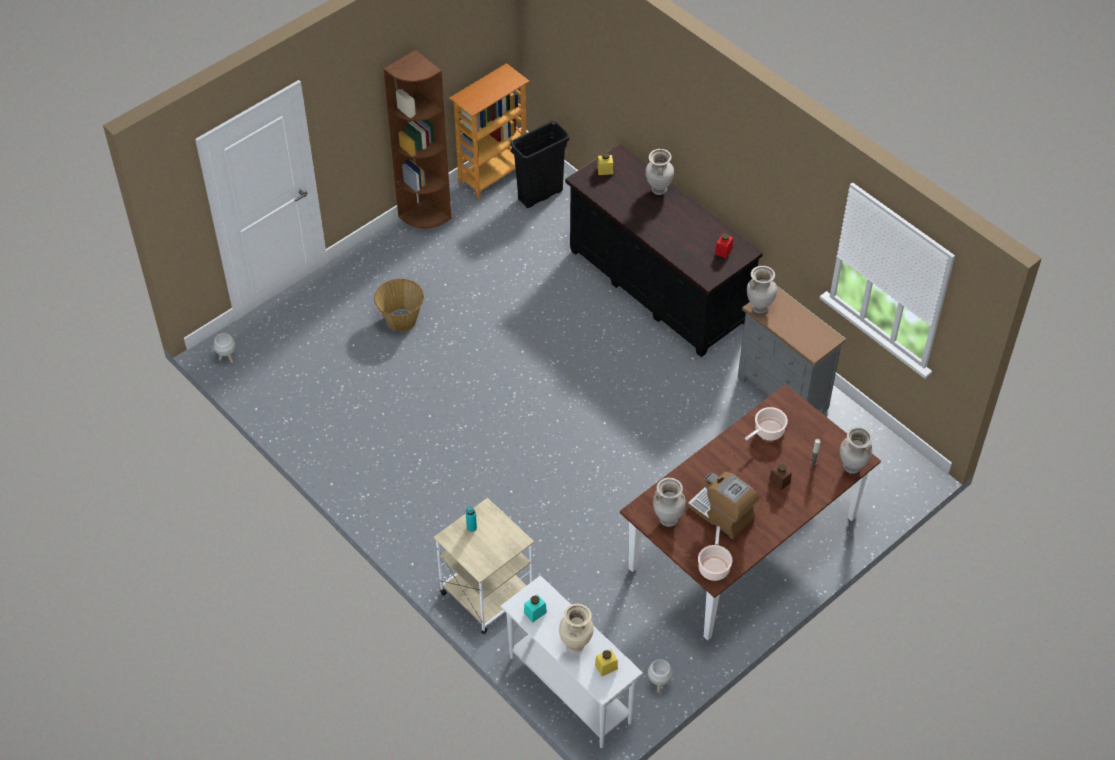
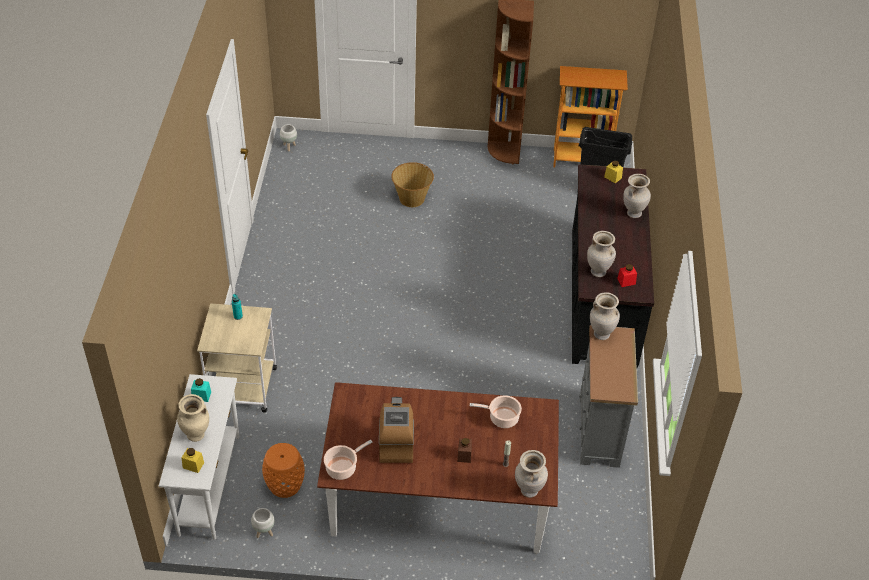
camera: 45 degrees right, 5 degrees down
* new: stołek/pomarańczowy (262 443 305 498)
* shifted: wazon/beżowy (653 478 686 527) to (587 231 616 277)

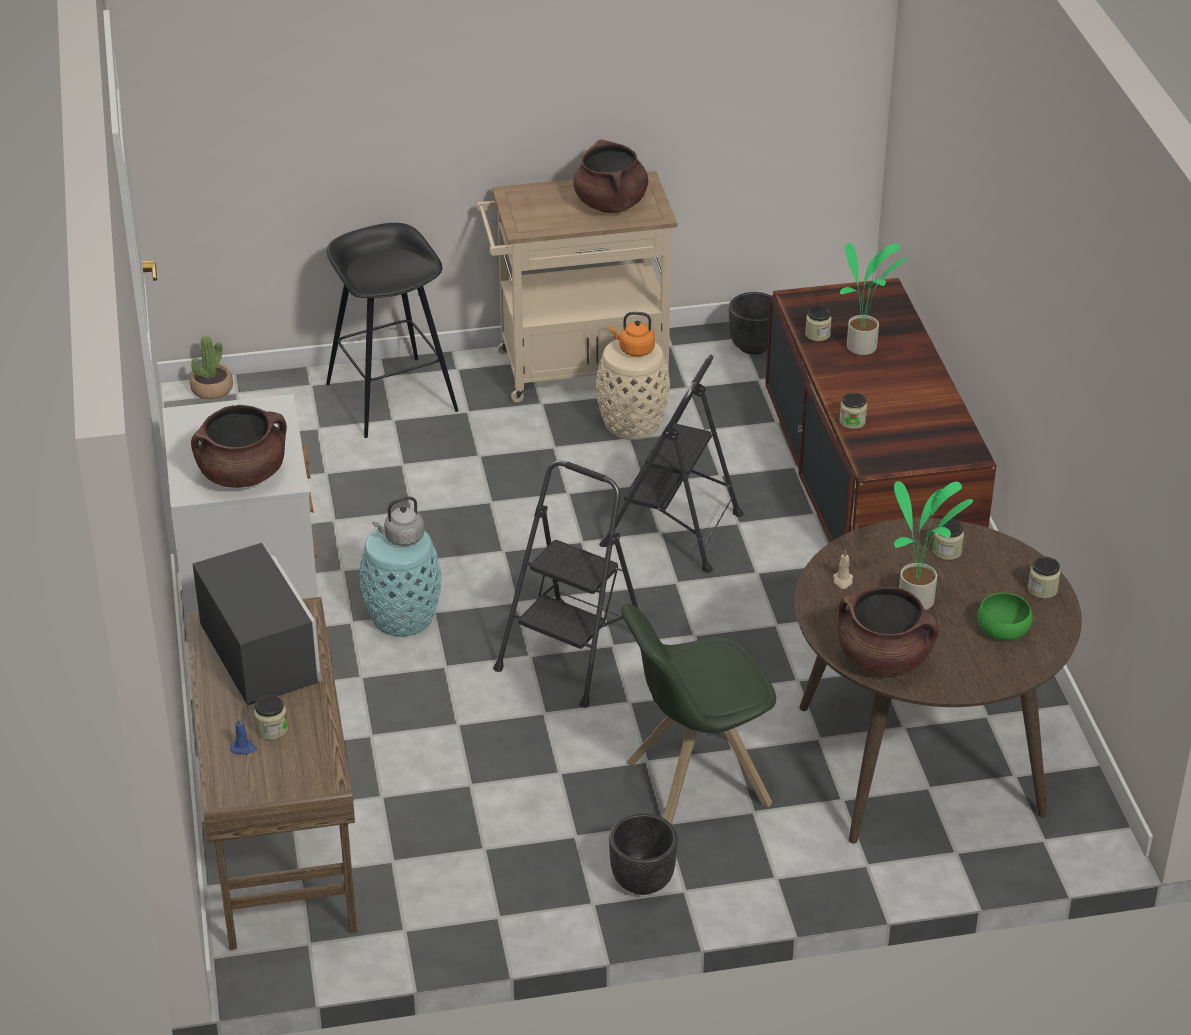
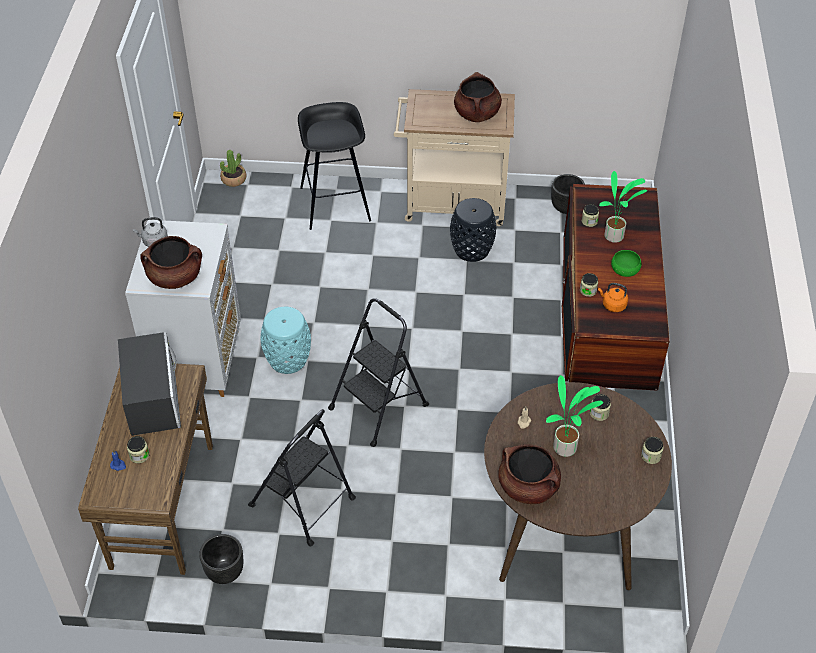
camera: 15 degrees right, 10 degrees up
* shifted: czajnik/szary (373 496 424 546) to (133 217 168 247)
* shifted: donica/czarny (609 813 678 895) to (199 534 243 584)
* shifted: drabinka/czarny (599 355 743 573) to (248 409 356 546)
* repainted: stołek/beżowy (596 339 670 440) to stołek/czarny (450 198 496 262)
* shifted: czajnik/pomarańczowy (610 312 655 357) to (598 283 628 312)
* shifted: miska/zielony (977 593 1033 640) to (611 250 641 277)
* gone: krzesło/zielony (621 603 776 824)

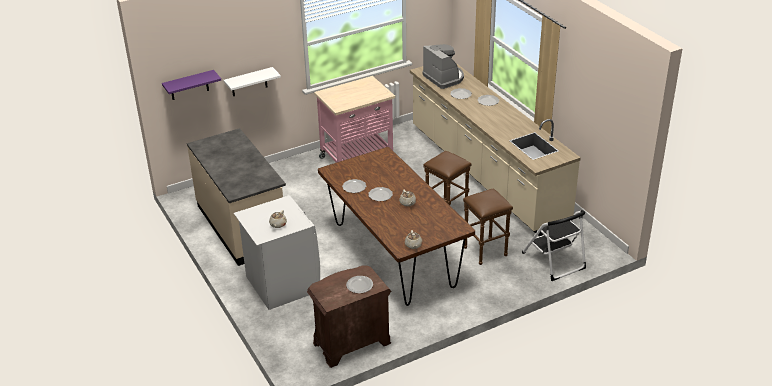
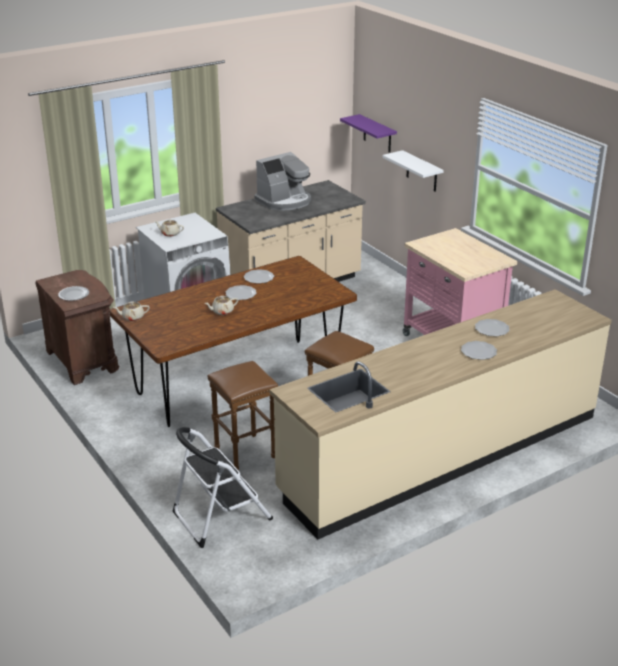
camera: 85 degrees right, 5 degrees down
* shifted: ekspres do kawy (422 44 464 89) to (254 152 311 211)

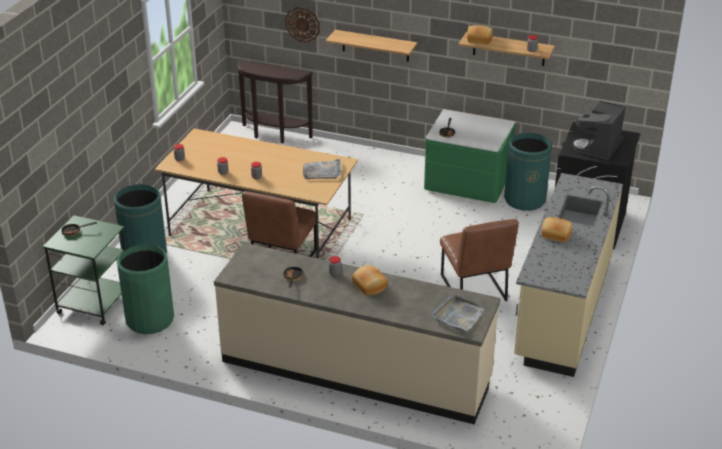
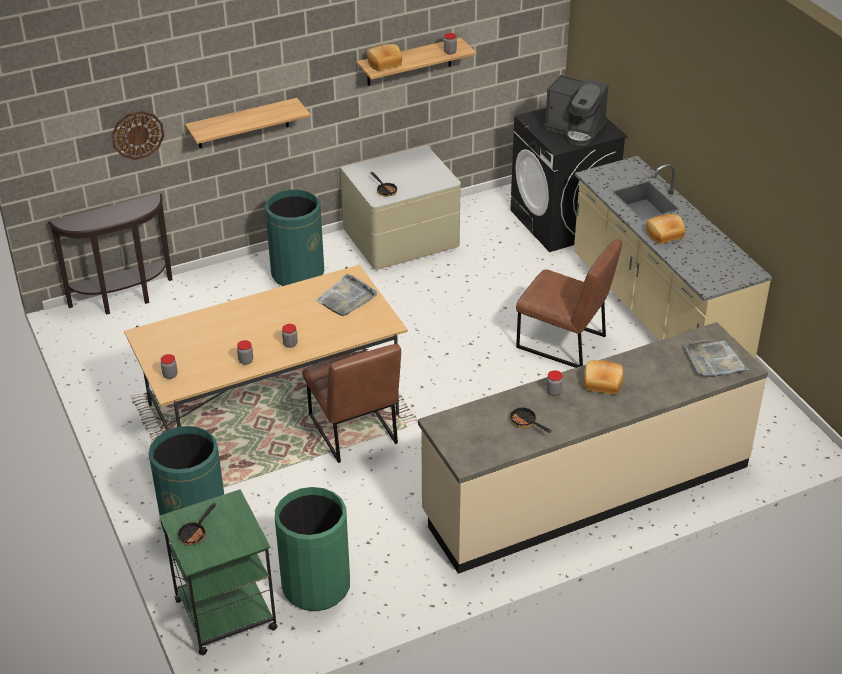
camera: 45 degrees left, 5 degrees up
* shifted: kosz na śmieci/zielony (504 133 552 211) to (265 190 324 286)
* repainted: szafka nocna/zielony (424 109 516 203) to szafka nocna/beżowy (340 145 461 270)
* rotated: ekspres do kawy (572 101 625 160) = (543 75 609 146) 45 degrees counterclockwise

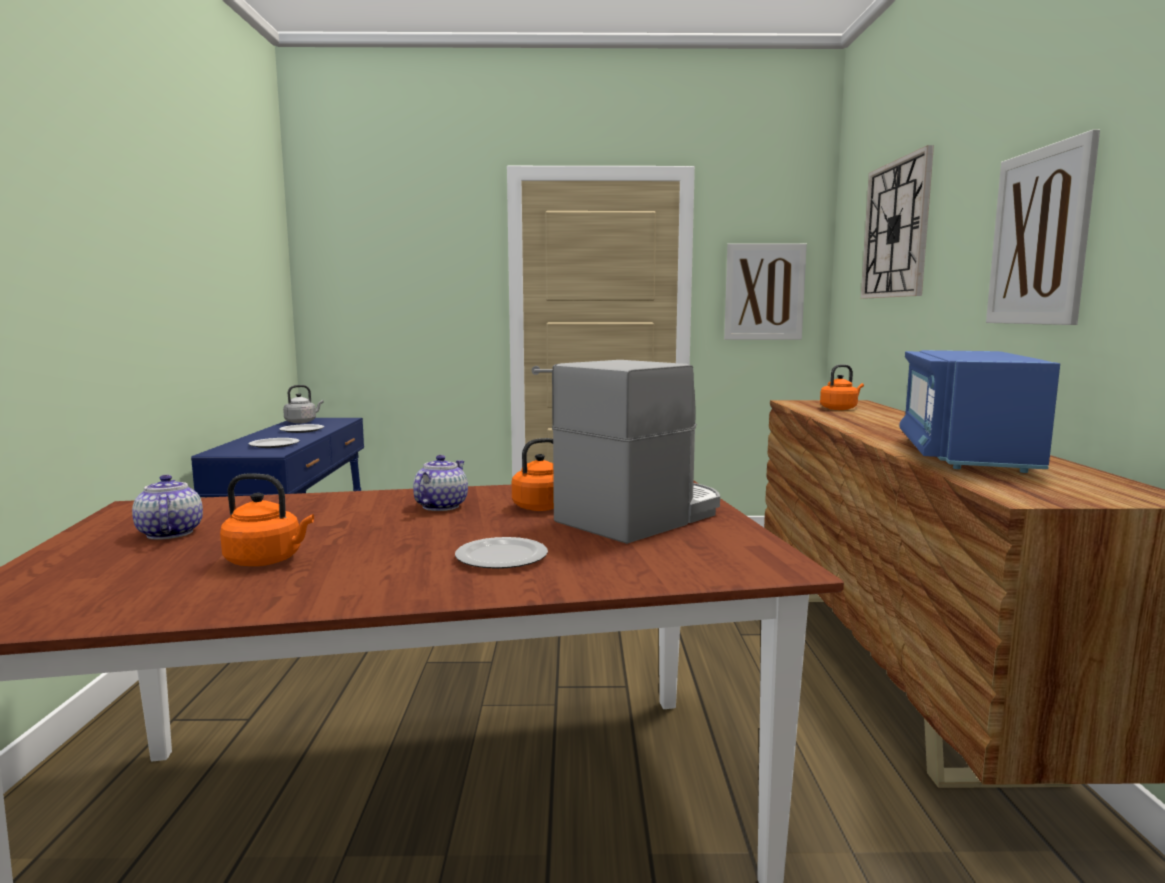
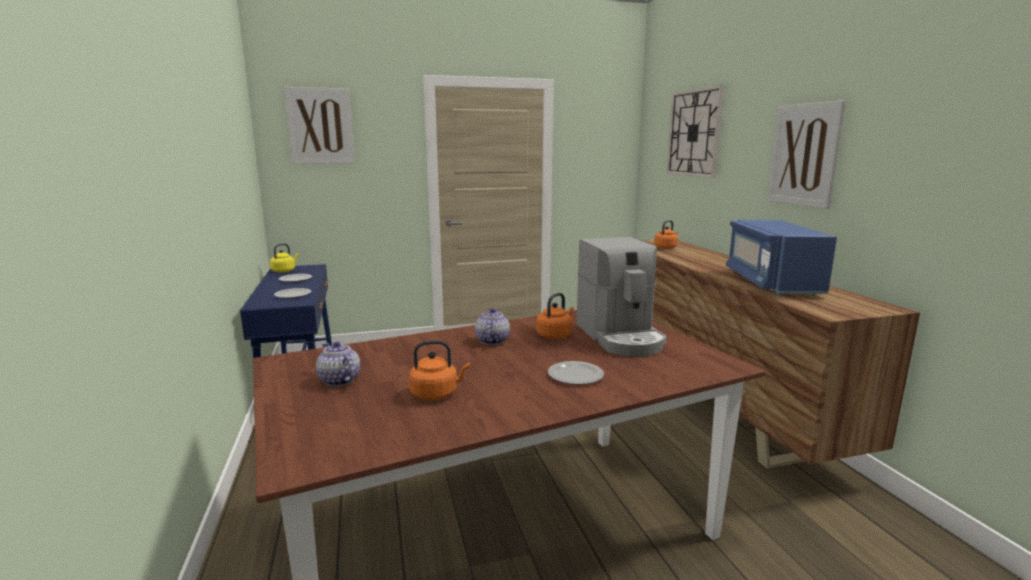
camera: 15 degrees left, 5 degrees up
* repainted: czajnik/szary (283 385 324 423) to czajnik/żółty (270 243 299 273)
* shifted: obraz (724 244 807 340) to (284 87 355 164)
* rotated: ekspres do kawy (552 360 720 544) = (577 237 666 357) 135 degrees clockwise

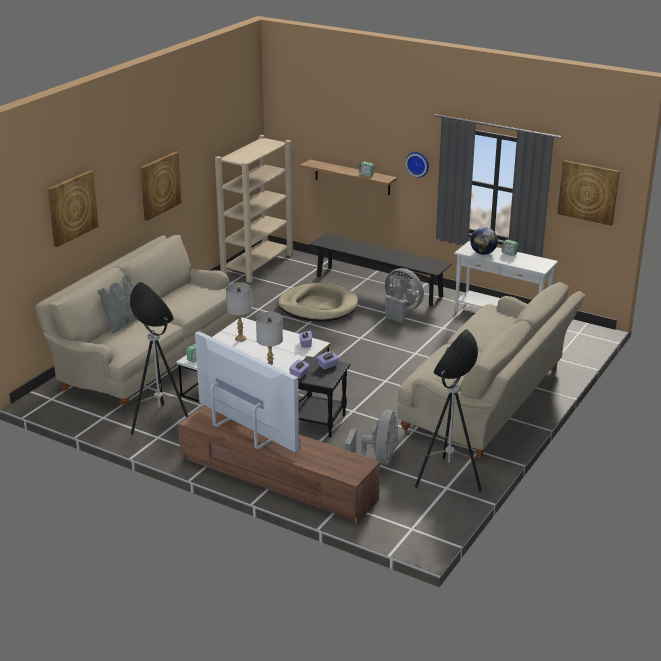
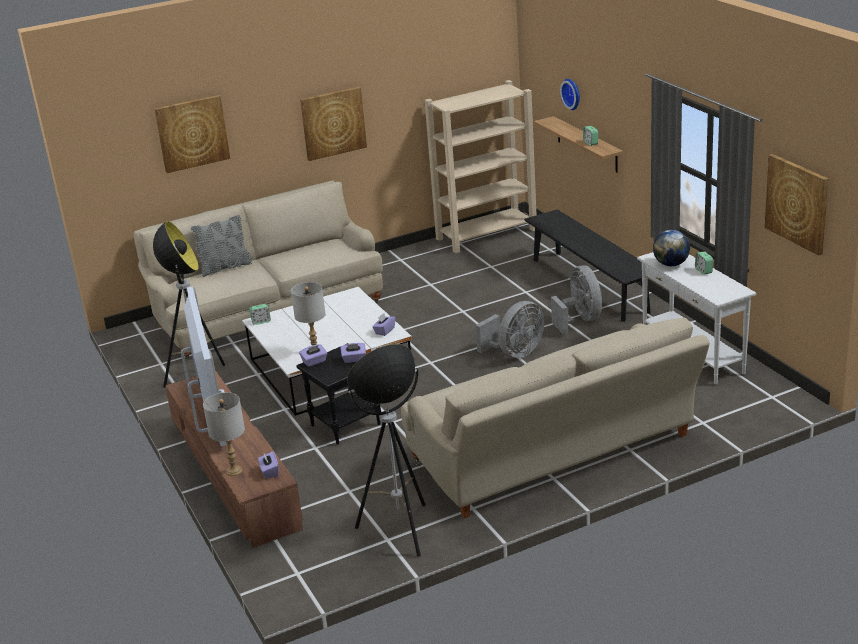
camera: 35 degrees right, 0 degrees up
* shifted: lampa stołowa/szary (226 283 252 342) to (203 392 245 476)
* new: pudełko chusteczek/fioletowy (258 451 279 479)
* shifted: wentylator/szary (345 410 398 465) to (475 301 544 358)
* shifted: zegar ścienny (405 152 429 177) to (560 79 580 110)
* gone: legowisko/beżowy (278 283 358 322)

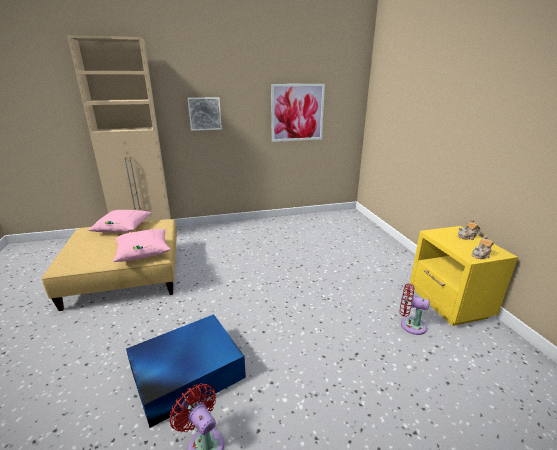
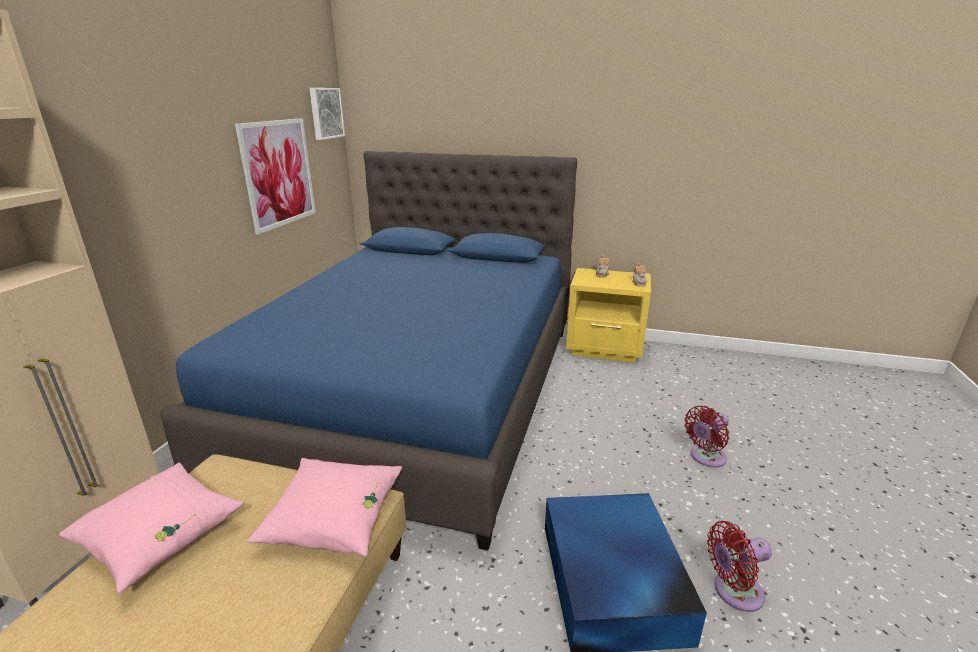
camera: 60 degrees left, 0 degrees up
* new: łóżko/niebieski (160 151 577 551)
* shifted: obraz (188 97 222 131) to (309 88 345 140)
* shifted: wentylator/czerwony (399 284 430 335) to (684 406 729 468)

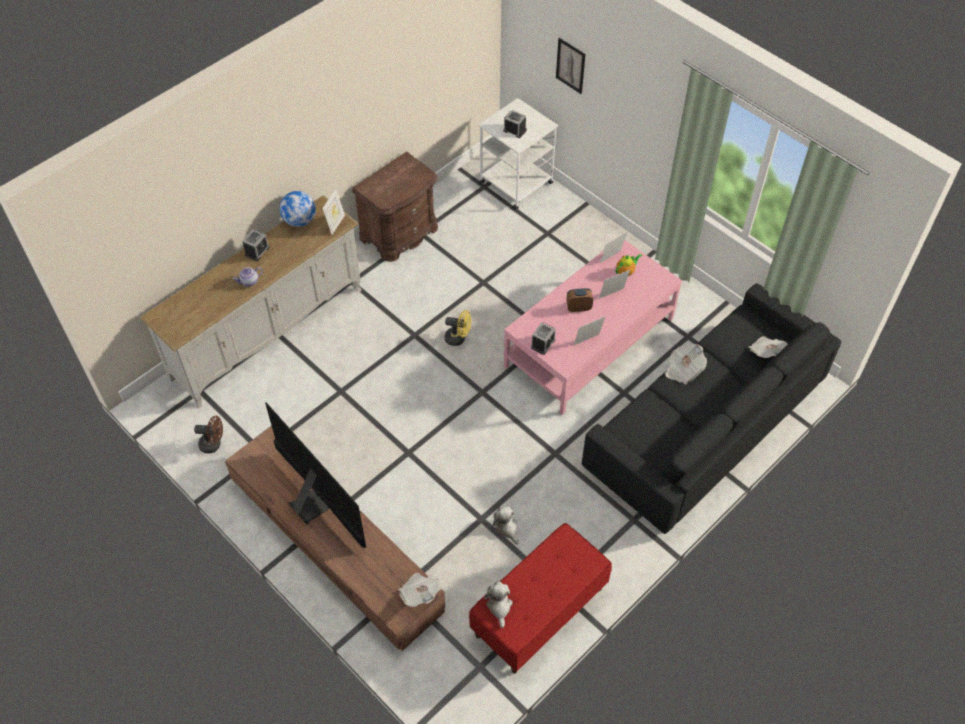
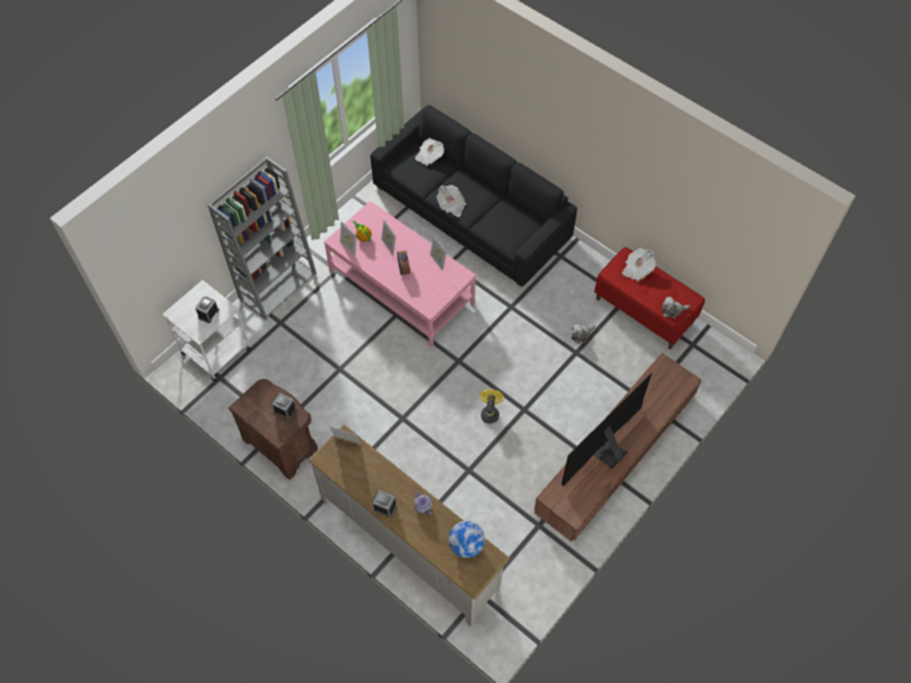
camera: 95 degrees left, 5 degrees up
* new: regał/szary (208 157 317 320)
* shifted: budzik (531 322 556 355) to (272 393 297 419)
* shifted: globus (279 191 316 227) to (449 521 485 558)
* shifted: wentylator/żółty (445 310 471 346) to (480 389 504 424)
* shifted: gazeta (399 573 441 607) to (622 248 656 281)
* gone: wentylator/brązowy (194 416 223 453)
* gone: obraz (556 38 585 94)

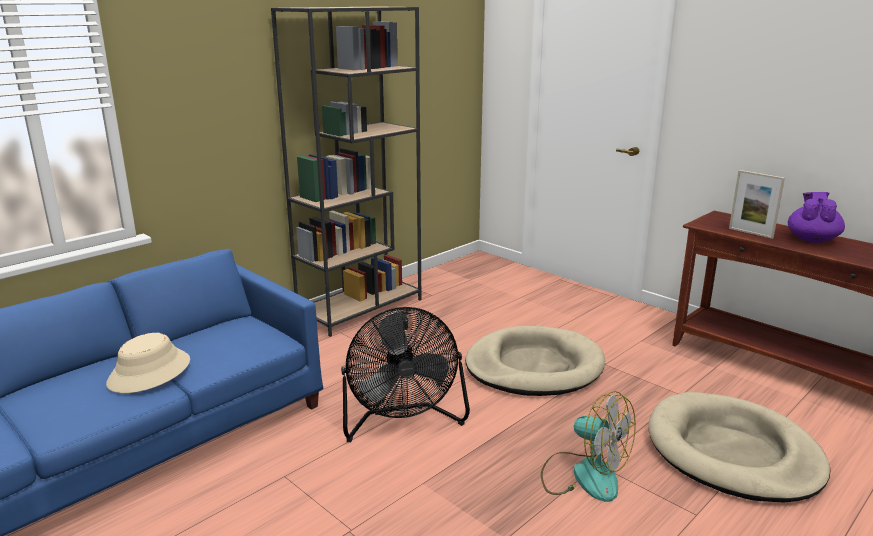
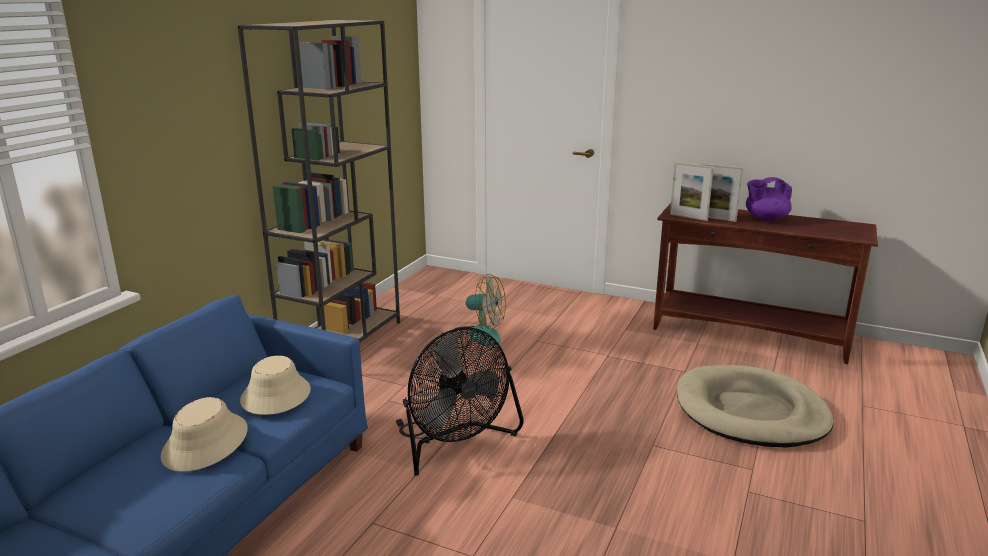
camera: 20 degrees left, 0 degrees up
* new: kapelusz/beżowy (240 356 311 415)
* shifted: wentylator (541 391 636 502) to (455 274 506 349)
* new: ramka na zdjęcie (670 162 714 221)
* rotated: imbryk/fioletowy (788 192 845 243) = (746 177 792 221) 105 degrees counterclockwise
* gone: legowisko/beżowy (465 326 605 396)

